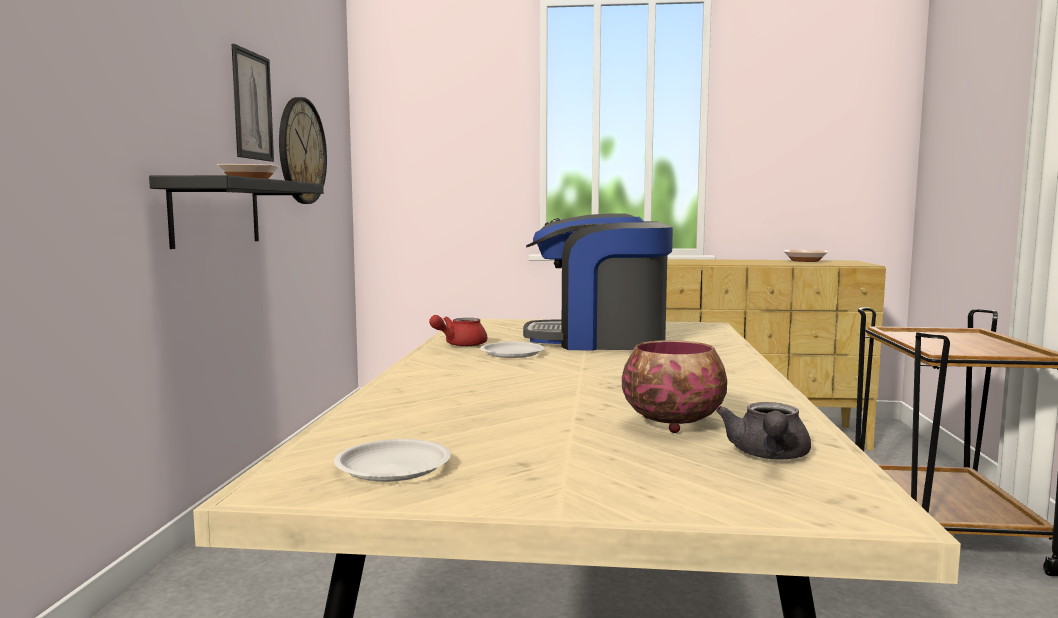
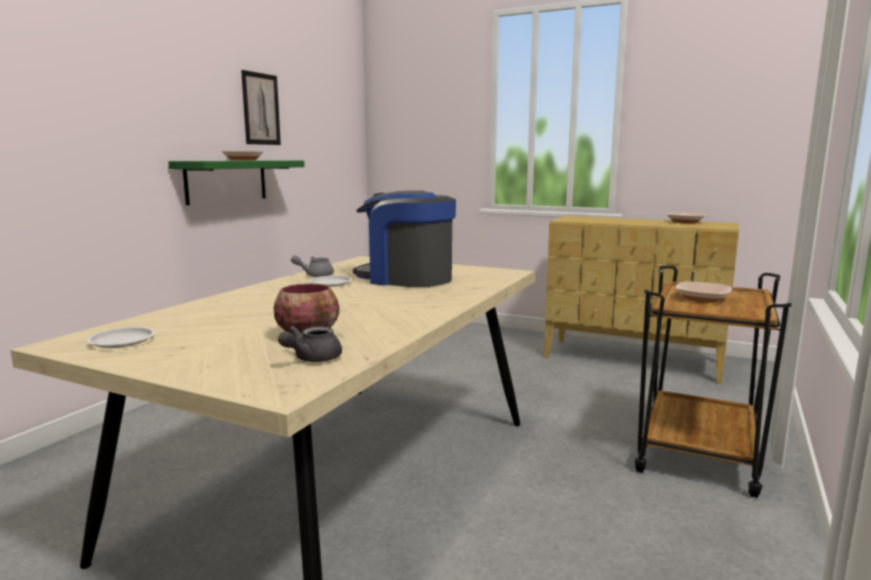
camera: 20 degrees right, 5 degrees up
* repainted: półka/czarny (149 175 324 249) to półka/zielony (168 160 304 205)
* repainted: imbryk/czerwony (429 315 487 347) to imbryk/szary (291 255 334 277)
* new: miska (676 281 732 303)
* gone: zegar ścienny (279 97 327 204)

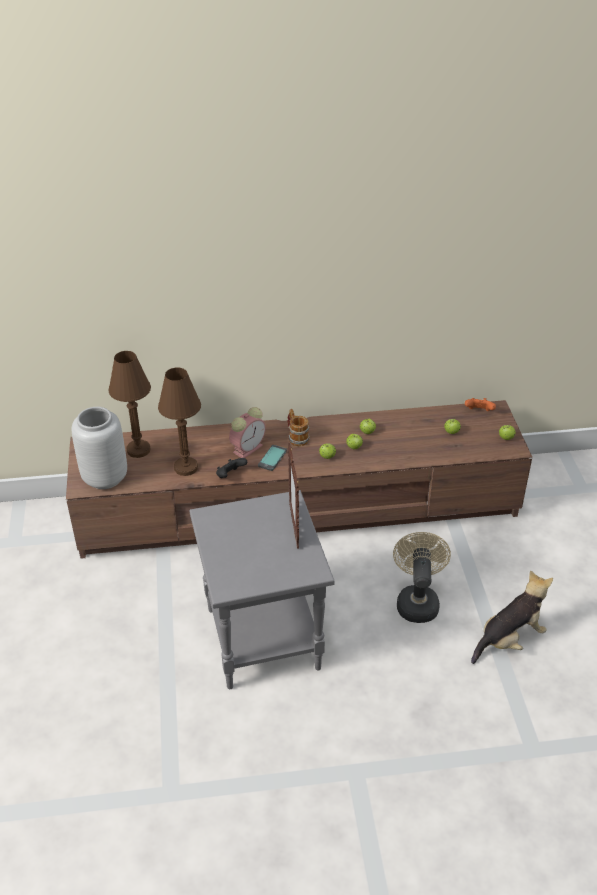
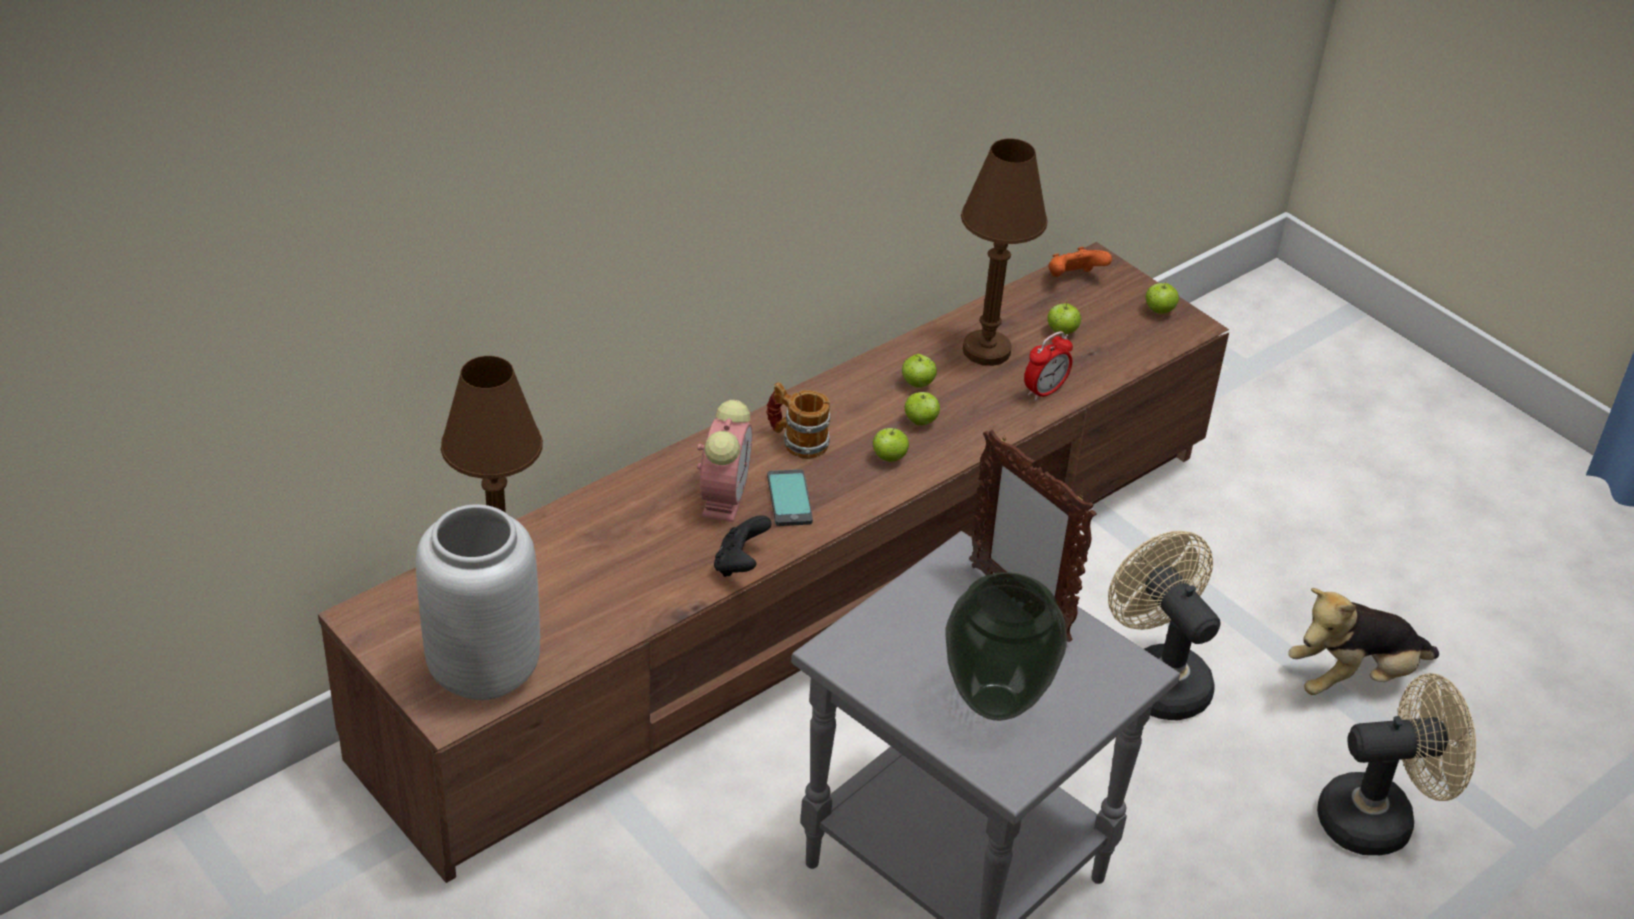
camera: 35 degrees left, 0 degrees up
* new: wazon (946 572 1067 721)
* shifted: lampa stołowa/brązowy (158 367 201 476) to (961 139 1047 366)
* new: budzik (1024 331 1073 401)
* rotated: pluszak (471 571 553 664) = (1288 588 1439 695) 135 degrees counterclockwise
* new: wentylator/beżowy (1317 673 1476 855)

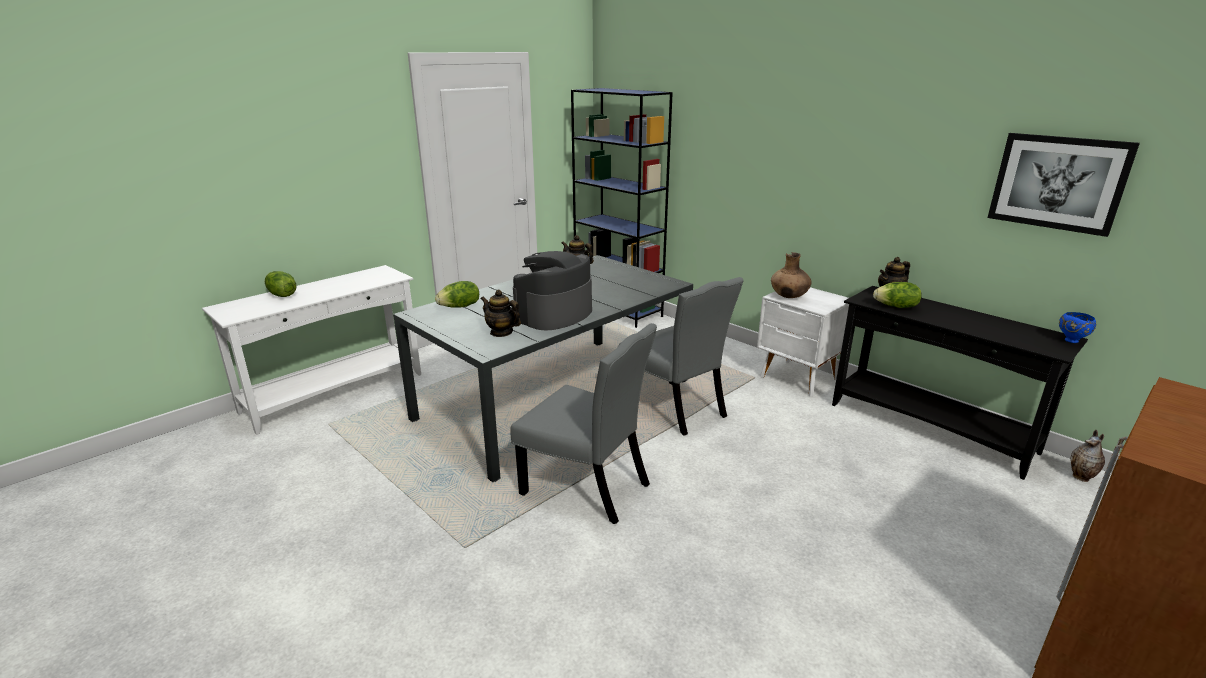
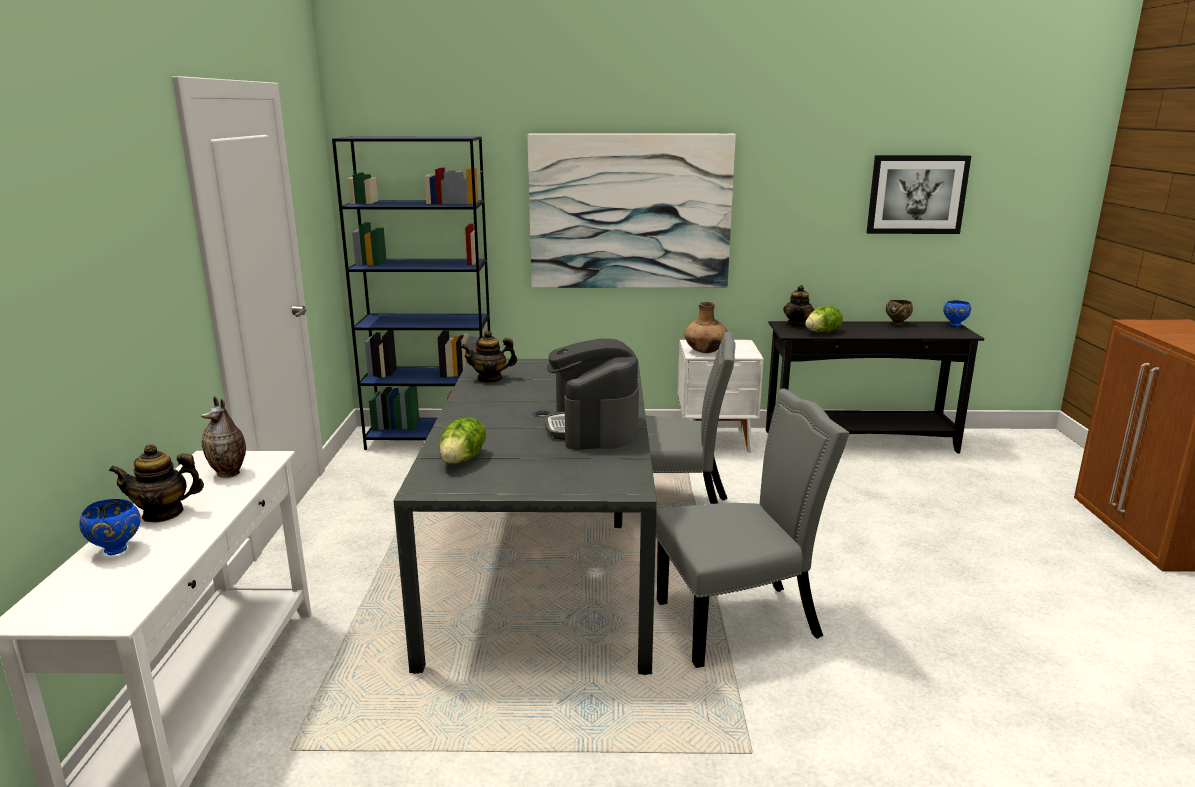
camera: 45 degrees left, 5 degrees down
* swapped: sałata (265 271 297 297) to miska/niebieski (79 499 140 555)
* shifted: imbryk (481 290 521 337) to (109 444 204 523)
* shifted: wazon (1070 430 1105 482) to (201 396 246 478)
* new: obraz (528 134 736 288)
* new: miska/brązowy (886 300 913 325)

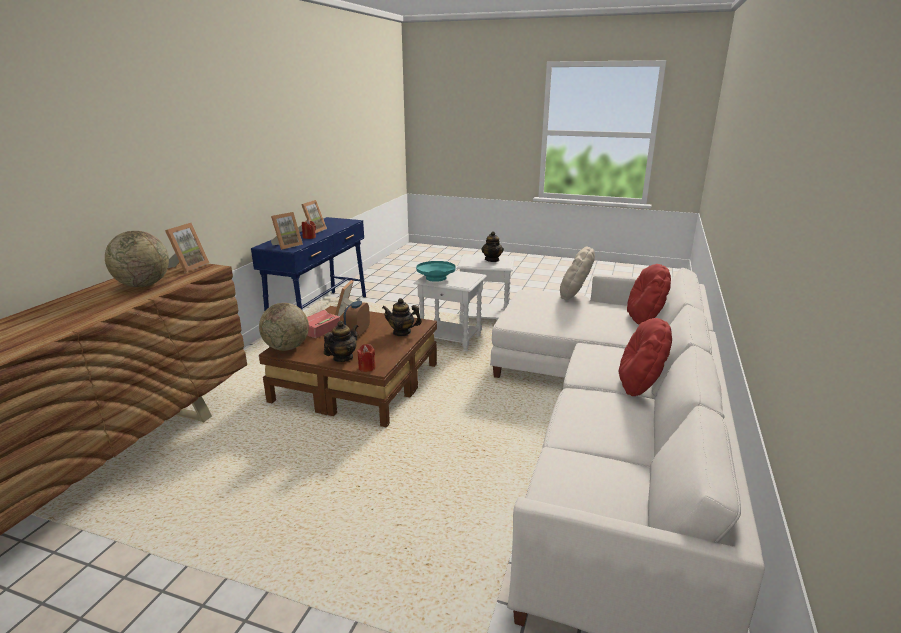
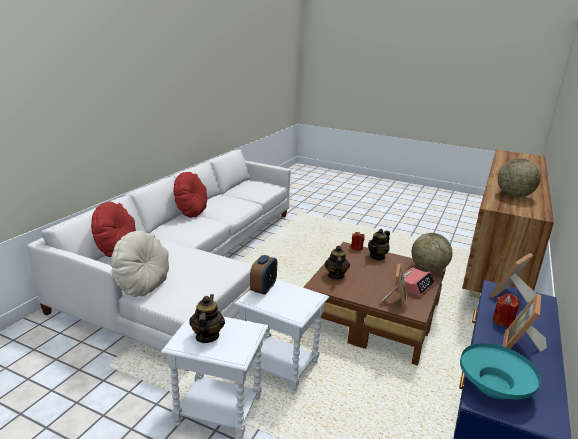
camera: 175 degrees left, 0 degrees up
* shifted: budzik (344 301 370 337) to (250 255 277 295)
* rotated: imbryk (382 298 422 336) = (325 246 350 280) 105 degrees counterclockwise
* shifted: miska/turkusowy (416 261 456 282) to (460 343 541 399)
* gone: ramka na zdjęcie (165 223 209 272)

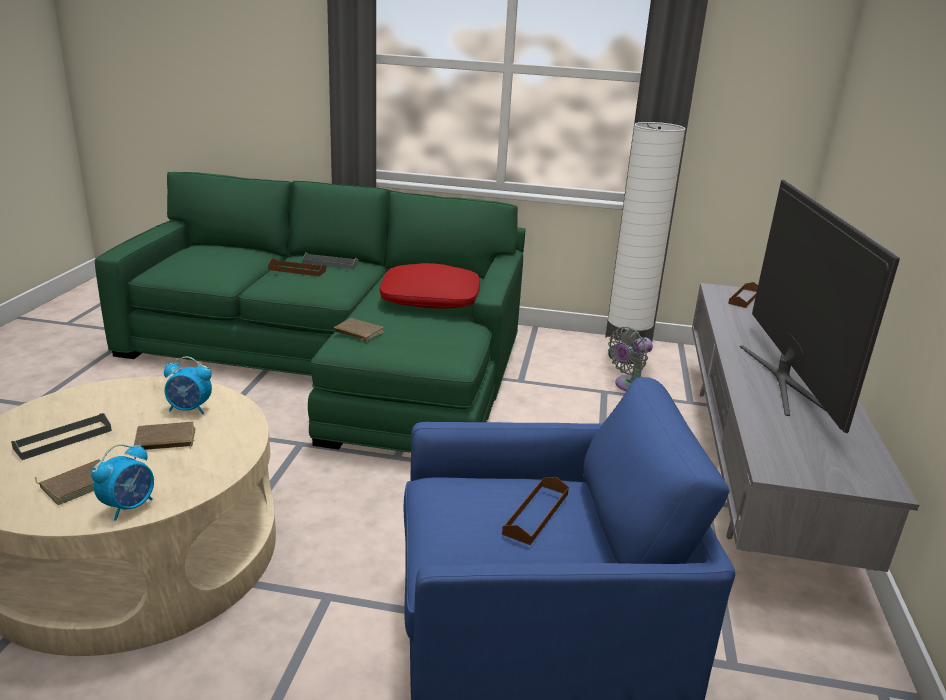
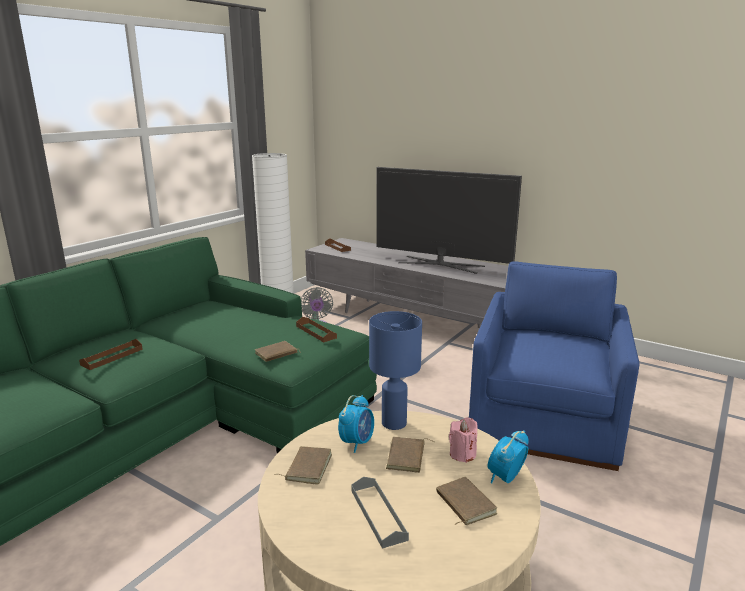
camera: 65 degrees left, 5 degrees down
* new: książka/brązowy (275 446 332 485)
* shifted: taca/brązowy (502 477 569 545) to (296 317 337 342)
* new: lampa stołowa/niebieski (369 311 422 430)
* new: świeca/różowy (449 417 477 463)
* rotated: budzik (91 444 154 521) = (488 431 529 483) 105 degrees counterclockwise
* gone: taca/szary (303 252 359 269)
* gone: poduszka/czerwony (380 263 480 308)

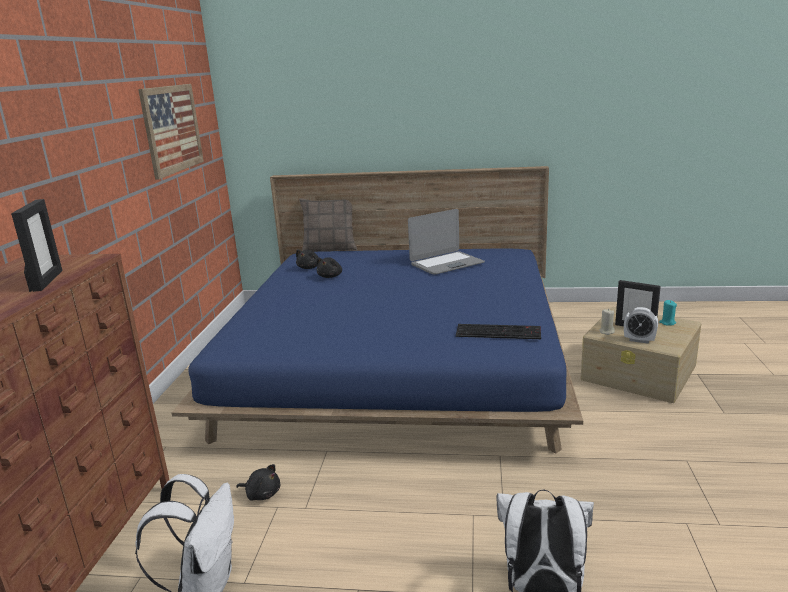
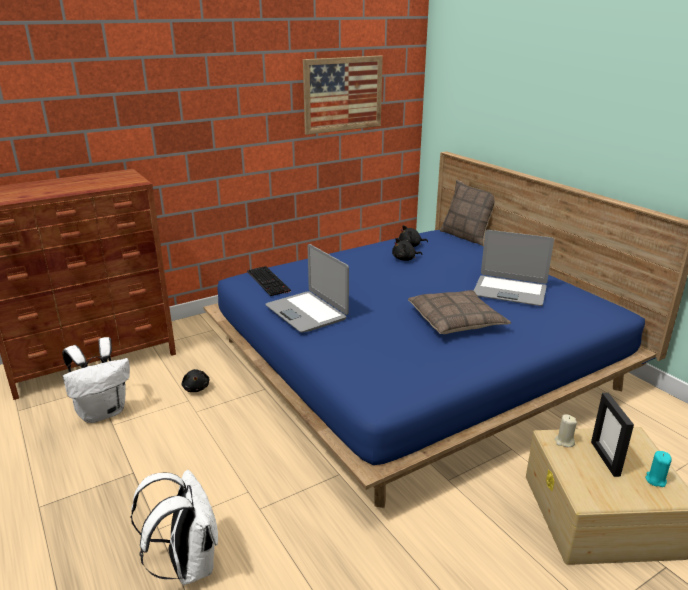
camera: 50 degrees right, 5 degrees up
* shifted: klawiatura (456 324 541 339) to (247 266 291 296)
* new: laptop (265 244 349 332)
* new: poduszka (408 290 511 334)
* gone: ramka na zdjęcie (11 199 62 292)
* gone: budzik (624 307 658 344)

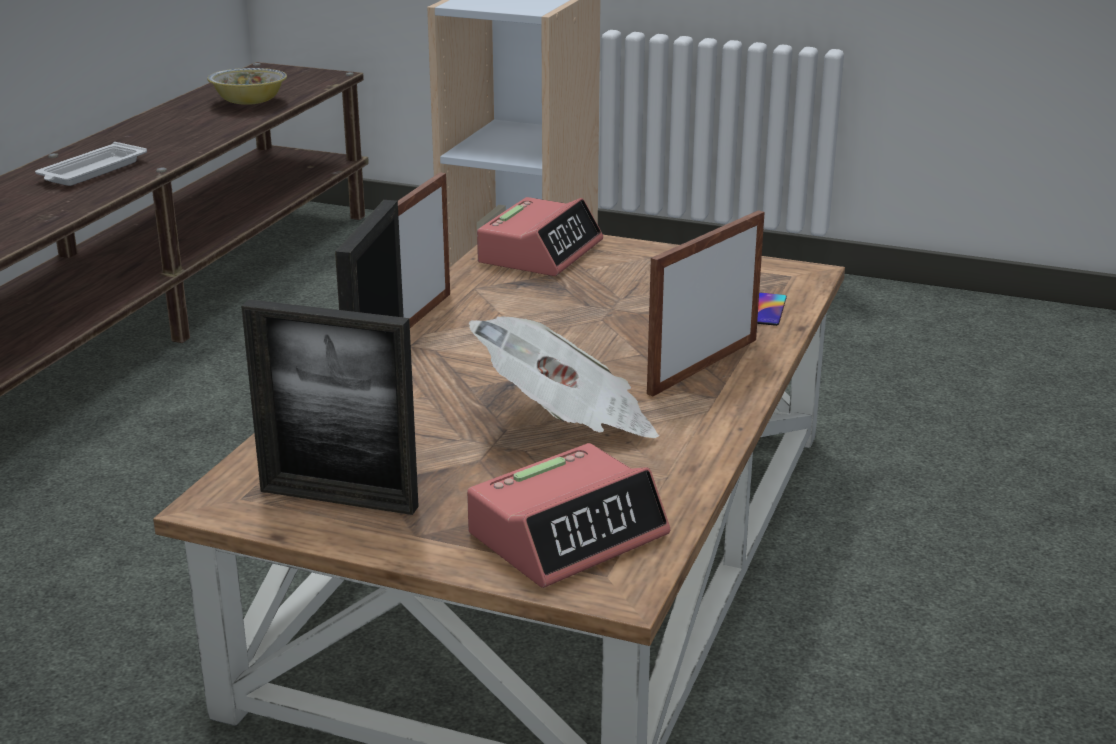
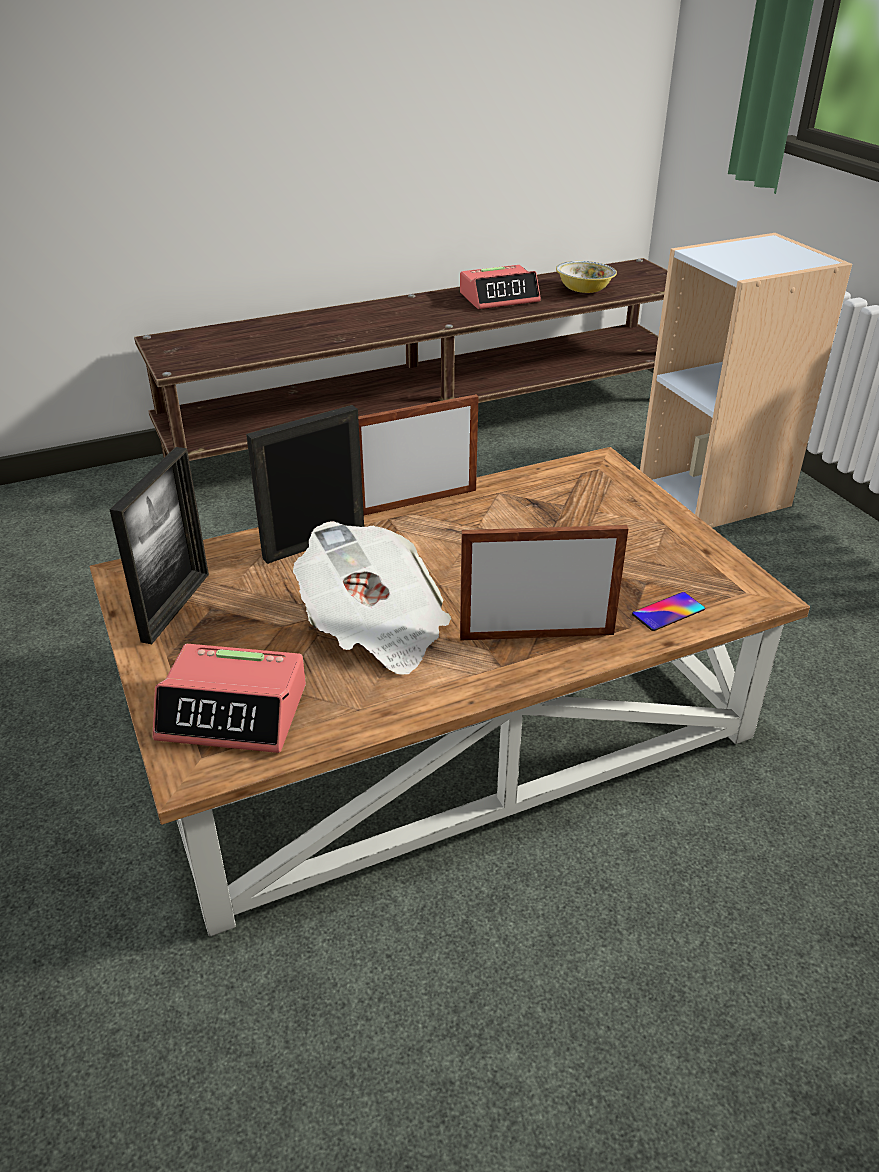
camera: 45 degrees right, 10 degrees up
* rotated: ramka na zdjęcie (241 299 419 515) = (109 447 209 644) 135 degrees counterclockwise
* shifted: budzik (477 197 603 276) to (460 265 541 309)
* gone: taca/biały (35 142 147 186)

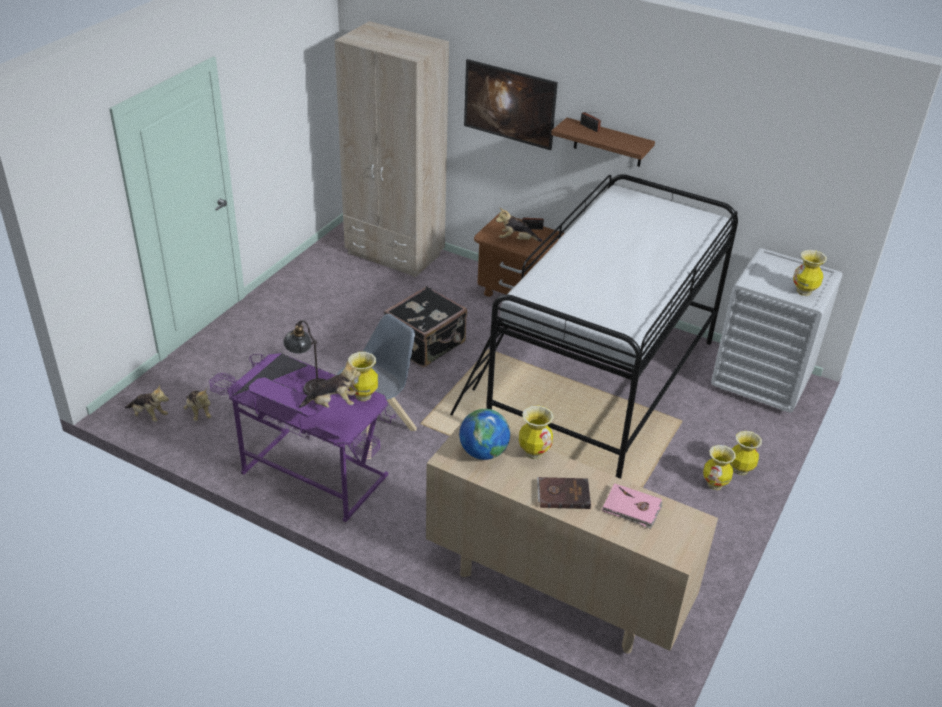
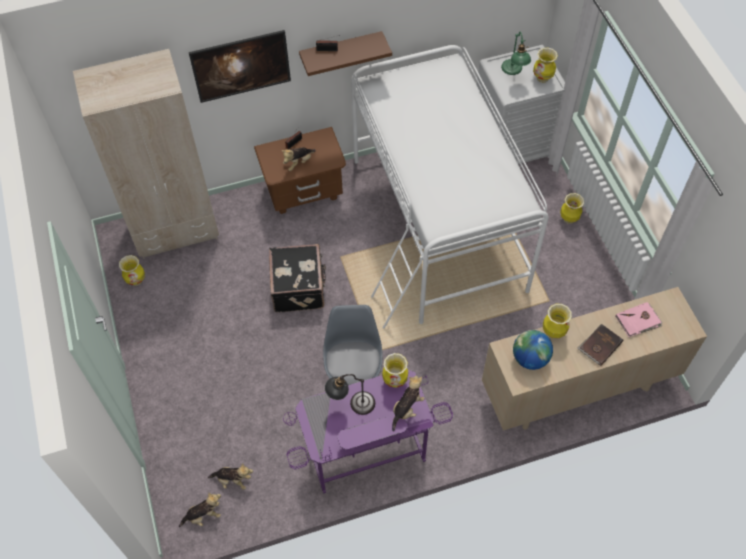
camera: 45 degrees left, 20 degrees up
* shifted: wazon (703 445 736 490) to (119 255 145 286)
* repainted: łóżko/czarny (450 174 738 479) to łóżko/biały (351 45 549 329)
* new: lampa stołowa/zielony (501 31 531 75)

